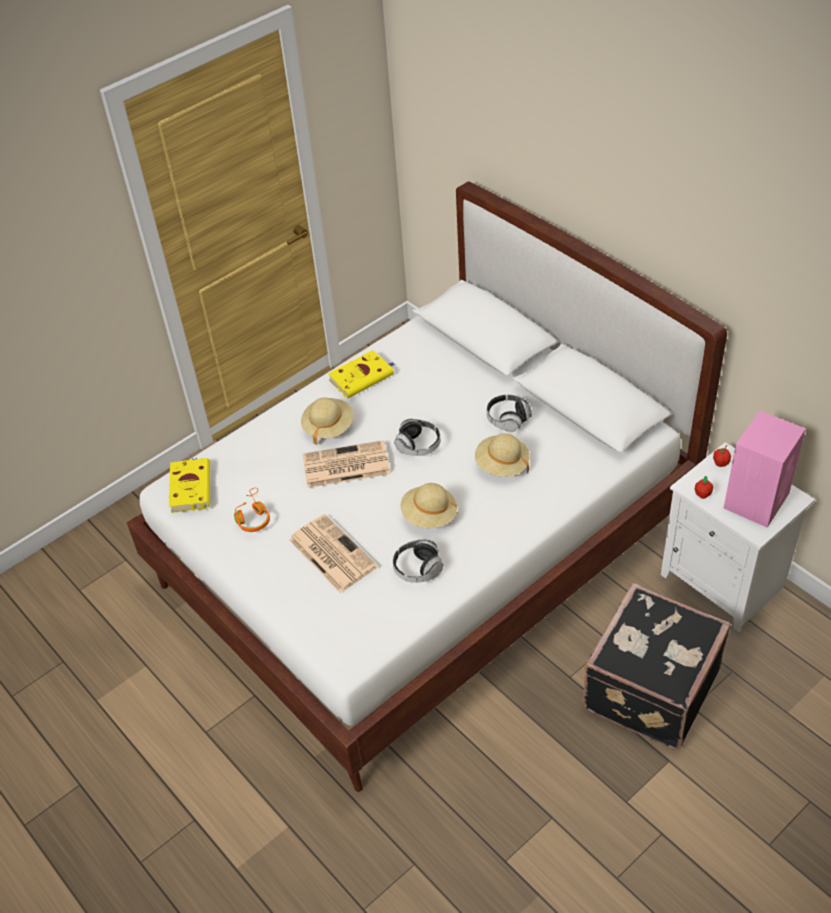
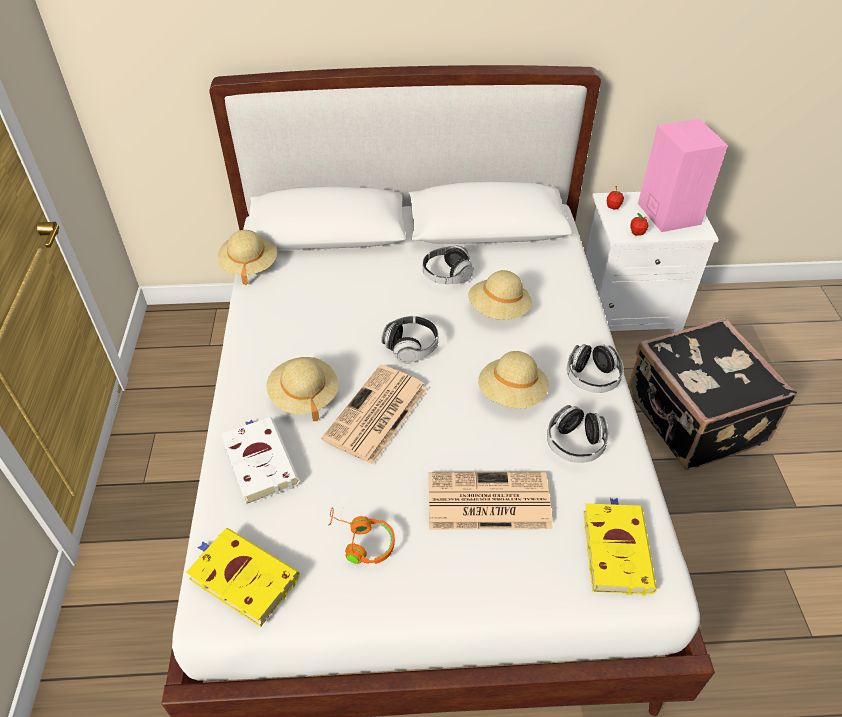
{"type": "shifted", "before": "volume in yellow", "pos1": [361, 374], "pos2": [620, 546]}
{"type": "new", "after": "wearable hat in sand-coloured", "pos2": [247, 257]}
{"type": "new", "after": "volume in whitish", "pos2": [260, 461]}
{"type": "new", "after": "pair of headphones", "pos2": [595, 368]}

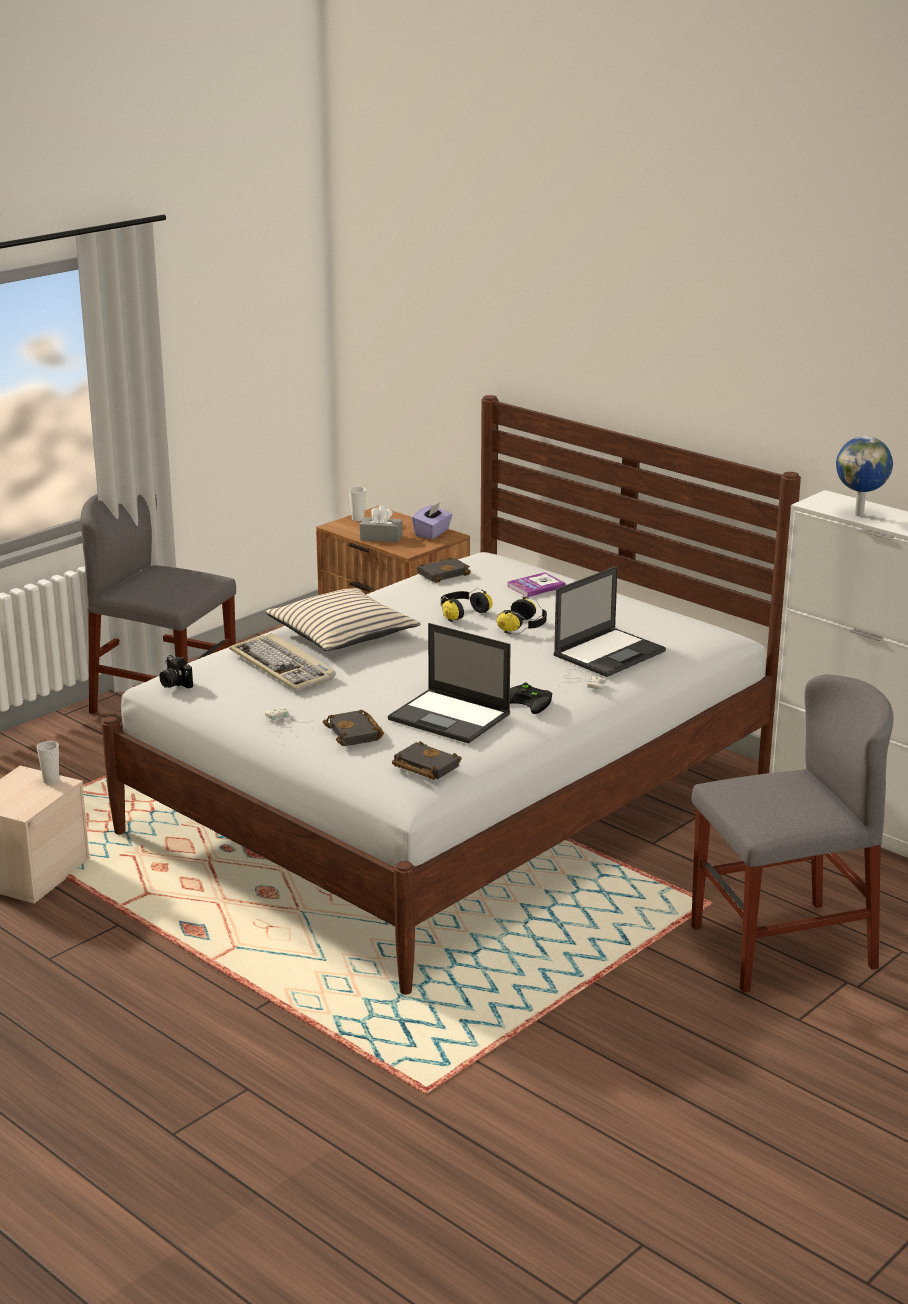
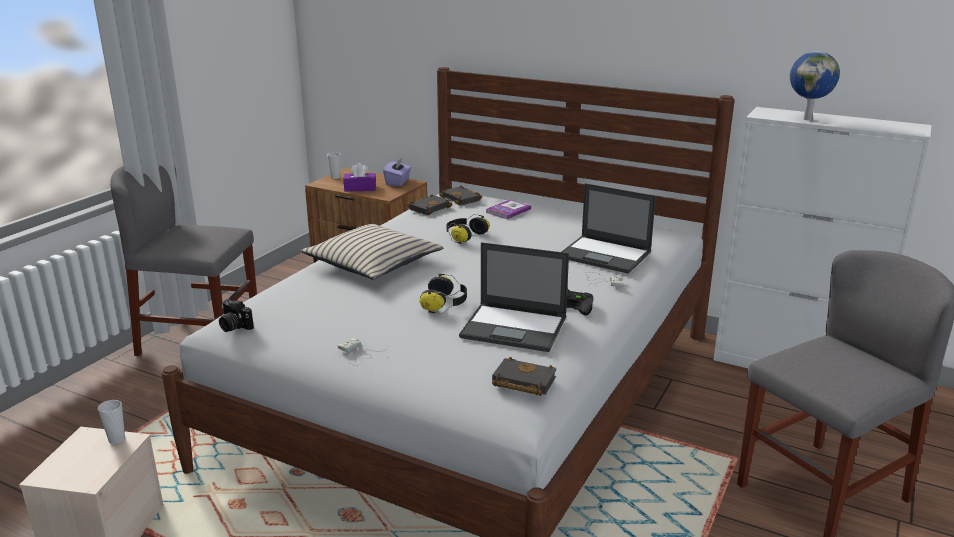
{"type": "gone", "before": "keyboard", "pos1": [282, 662]}
{"type": "shifted", "before": "volume in black-coloured", "pos1": [353, 728], "pos2": [460, 196]}
{"type": "repainted", "before": "tissue holder in gray", "after": "tissue holder in purple-coloured", "pos1": [381, 524], "pos2": [360, 177]}
{"type": "shifted", "before": "pair of headphones", "pos1": [522, 615], "pos2": [443, 293]}
{"type": "rotated", "before": "portable computer", "pos1": [610, 621], "pos2": [609, 228], "turn": 90}

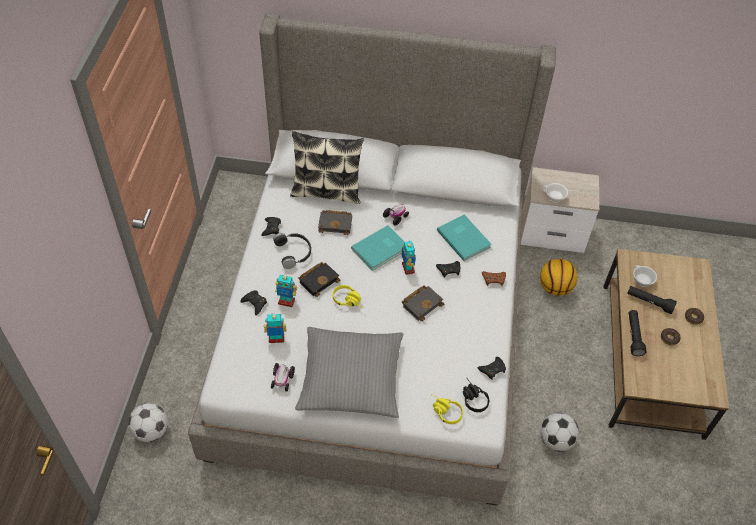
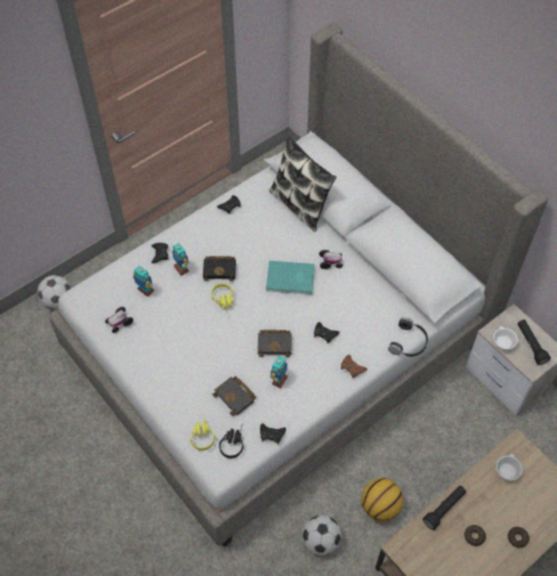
{"type": "shifted", "before": "pair of headphones in black-coloured", "pos1": [292, 251], "pos2": [408, 337]}
{"type": "gone", "before": "throw pillow in gray", "pos1": [349, 372]}
{"type": "shifted", "before": "volume in black-coloured", "pos1": [335, 222], "pos2": [234, 396]}
{"type": "shifted", "before": "robot figure", "pos1": [409, 258], "pos2": [279, 372]}
{"type": "gone", "before": "volume in turquoise-coloured", "pos1": [464, 237]}
{"type": "shifted", "before": "ball for basketball", "pos1": [558, 277], "pos2": [382, 500]}
{"type": "shifted", "before": "torch in black-coloured", "pos1": [652, 300], "pos2": [534, 342]}

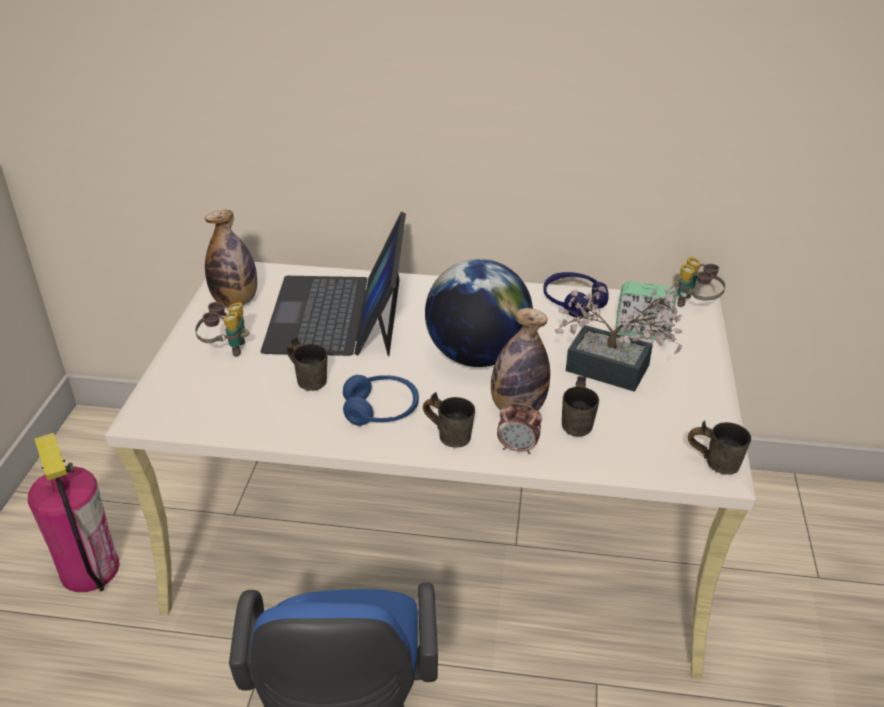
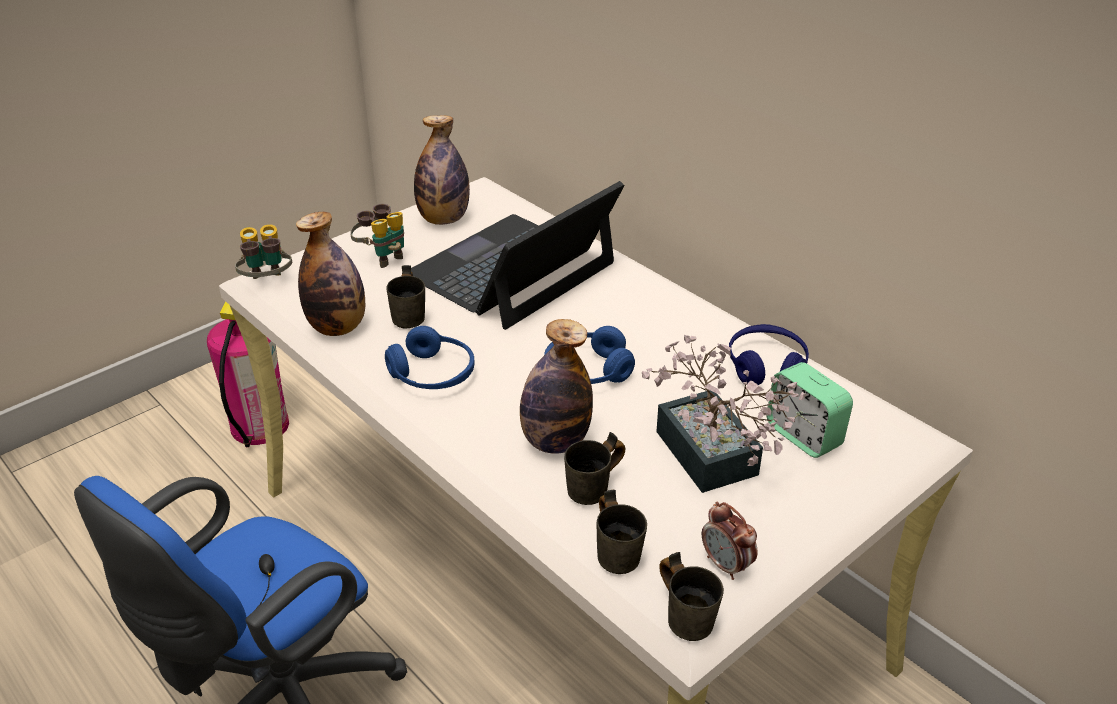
{"type": "shifted", "before": "tea mug in gray", "pos1": [449, 420], "pos2": [622, 532]}
{"type": "swapped", "before": "globe", "after": "pair of headphones in bluish", "pos1": [479, 313], "pos2": [589, 355]}
{"type": "shifted", "before": "bedside clock", "pos1": [519, 428], "pos2": [730, 541]}
{"type": "shifted", "before": "binoculars", "pos1": [700, 282], "pos2": [263, 251]}
{"type": "new", "after": "drink bottle", "pos2": [330, 274]}

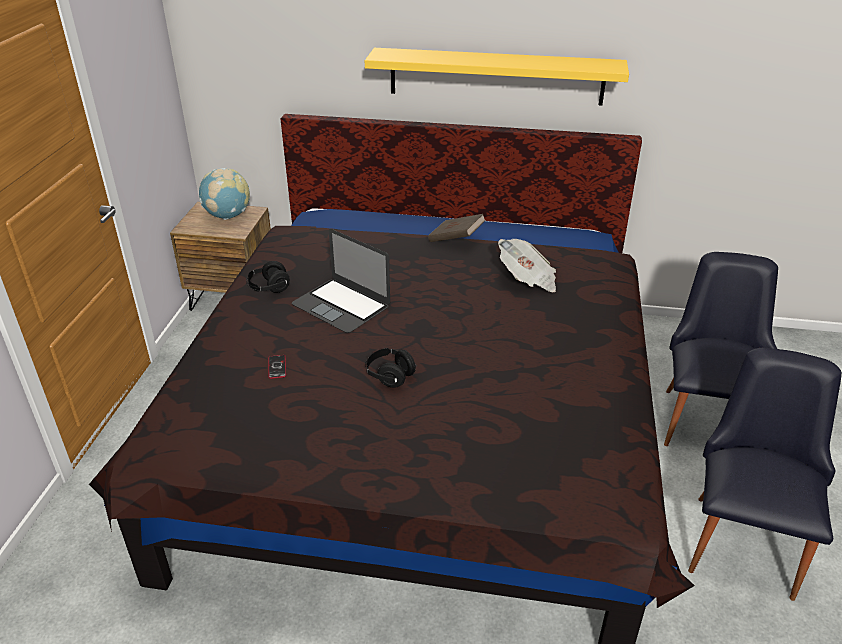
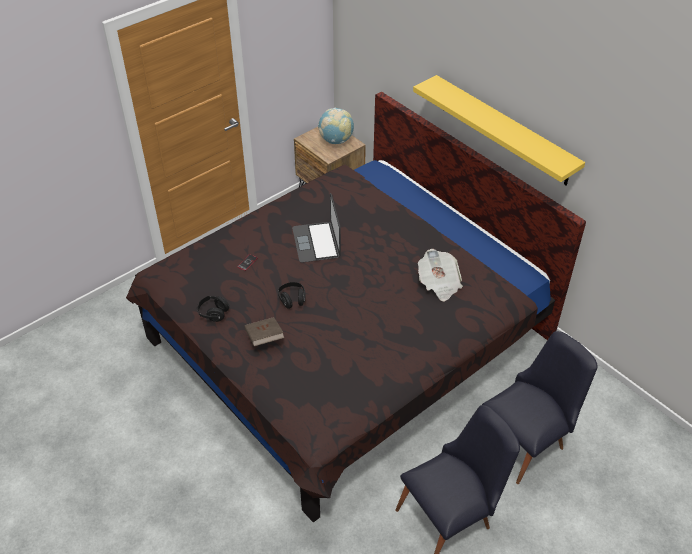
{"type": "shifted", "before": "pair of headphones in black-coloured", "pos1": [268, 277], "pos2": [213, 309]}
{"type": "shifted", "before": "volume in brown-coloured", "pos1": [457, 228], "pos2": [264, 331]}

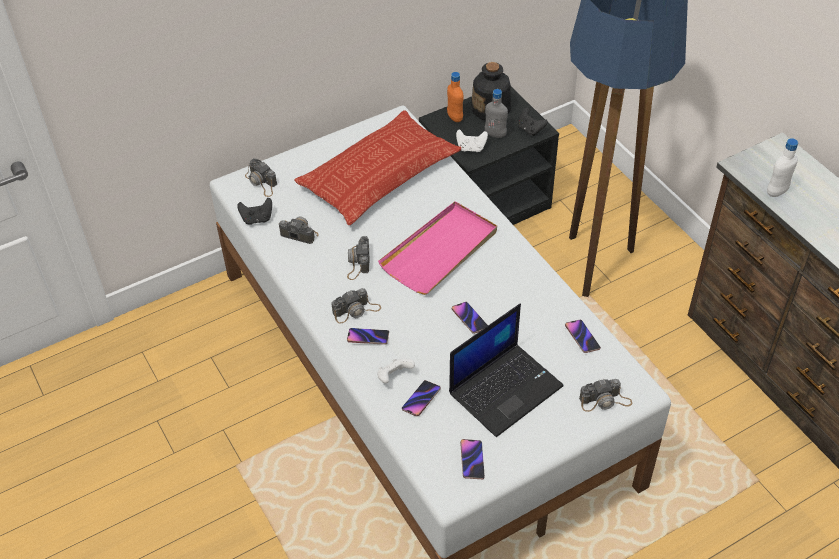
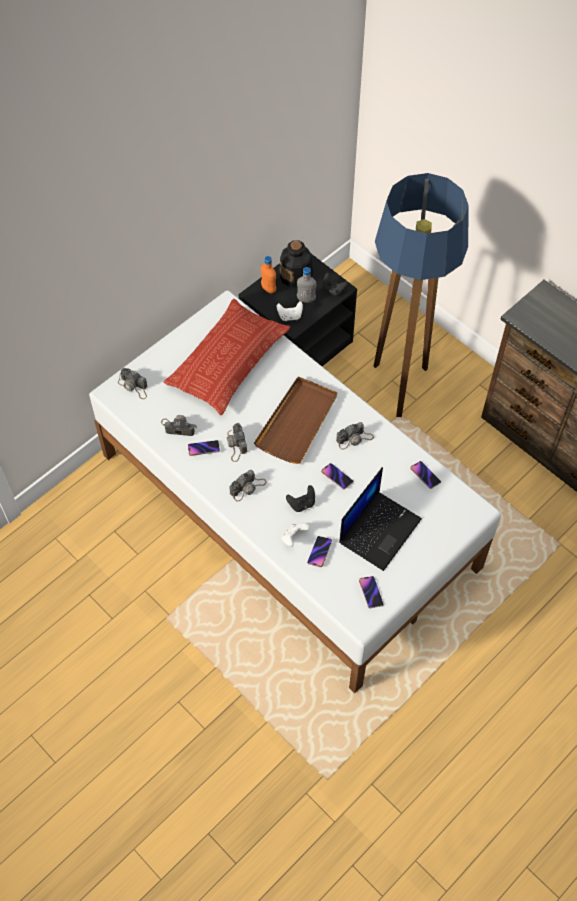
{"type": "shifted", "before": "joypad in black-coloured", "pos1": [254, 211], "pos2": [300, 498]}
{"type": "shifted", "before": "phone", "pos1": [368, 336], "pos2": [204, 448]}
{"type": "repainted", "before": "serving tray in pinkish", "after": "serving tray in brown-coloured", "pos1": [437, 248], "pos2": [295, 420]}
{"type": "shifted", "before": "photo camera", "pos1": [605, 395], "pos2": [355, 436]}
{"type": "gone", "before": "drink bottle in whitish", "pos1": [782, 167]}

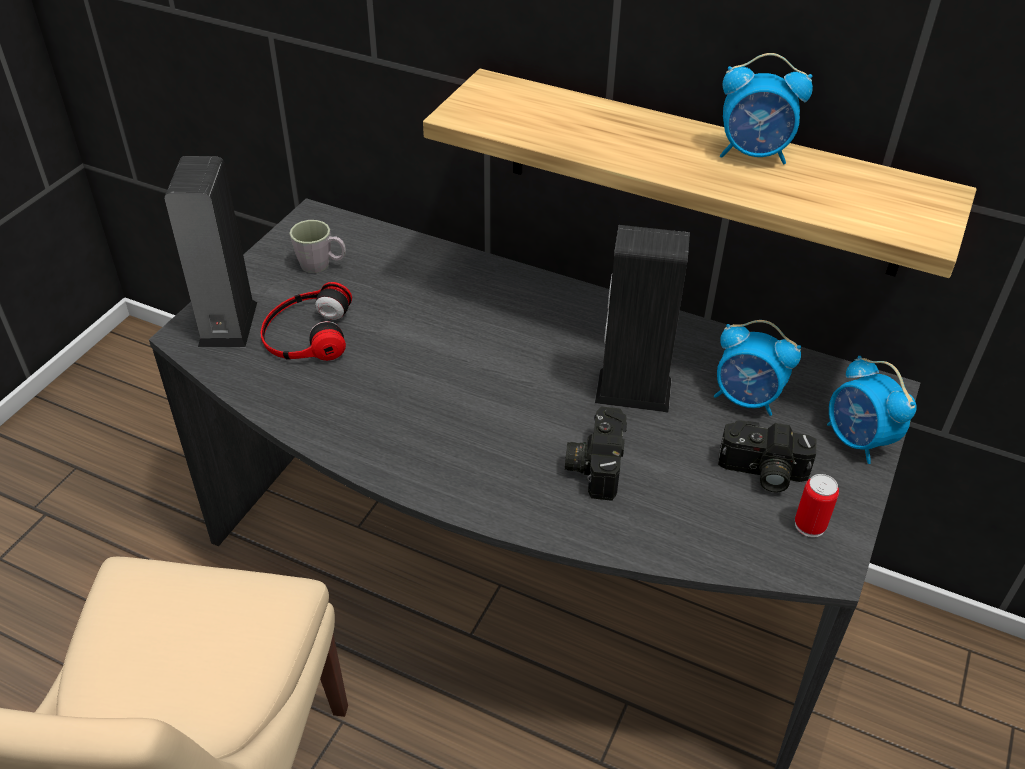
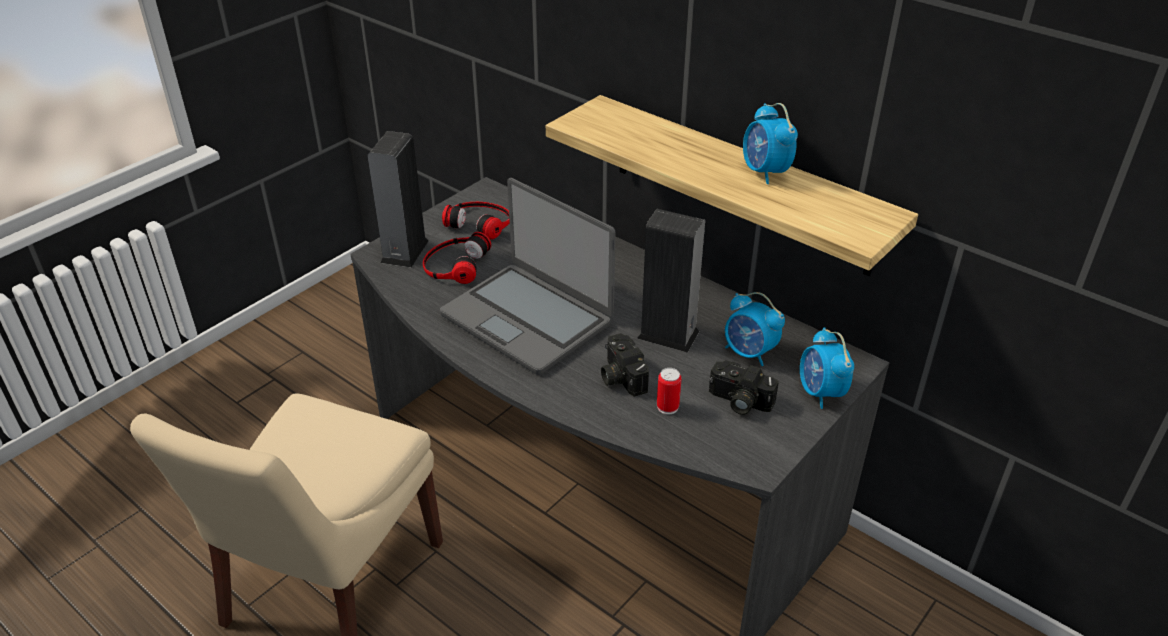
{"type": "swapped", "before": "tea mug in gray", "after": "pair of headphones", "pos1": [317, 246], "pos2": [476, 221]}
{"type": "rotated", "before": "photo camera", "pos1": [596, 454], "pos2": [625, 365], "turn": -45}
{"type": "rotated", "before": "bedside clock", "pos1": [766, 108], "pos2": [770, 143], "turn": 45}
{"type": "shifted", "before": "sealed can", "pos1": [817, 505], "pos2": [669, 391]}
{"type": "new", "after": "portable computer", "pos2": [528, 276]}

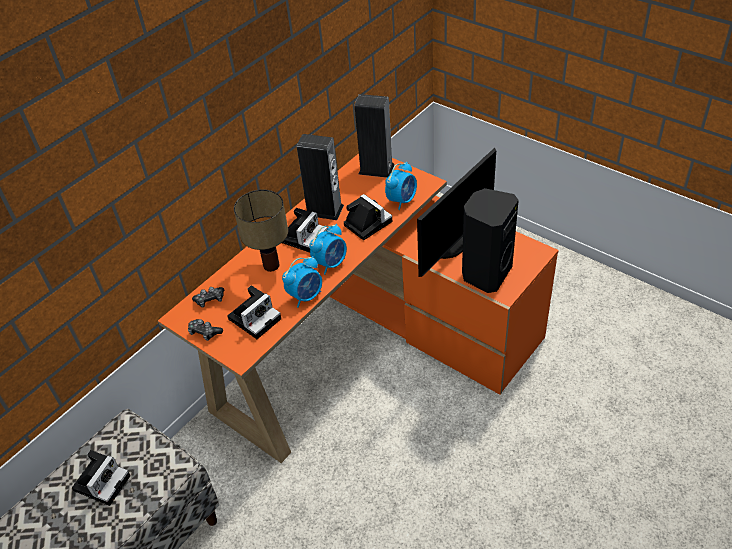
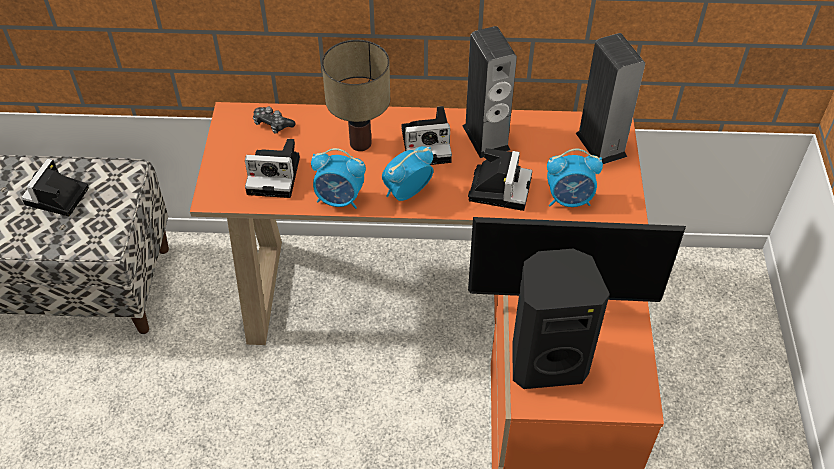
{"type": "rotated", "before": "photo camera", "pos1": [101, 478], "pos2": [55, 187], "turn": 120}
{"type": "gone", "before": "joypad", "pos1": [205, 330]}
{"type": "rotated", "before": "bedside clock", "pos1": [328, 249], "pos2": [408, 173], "turn": 135}

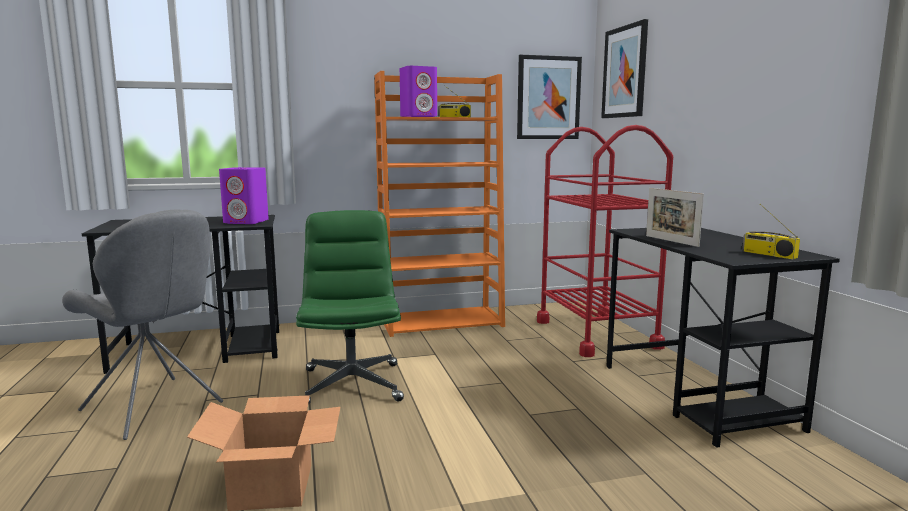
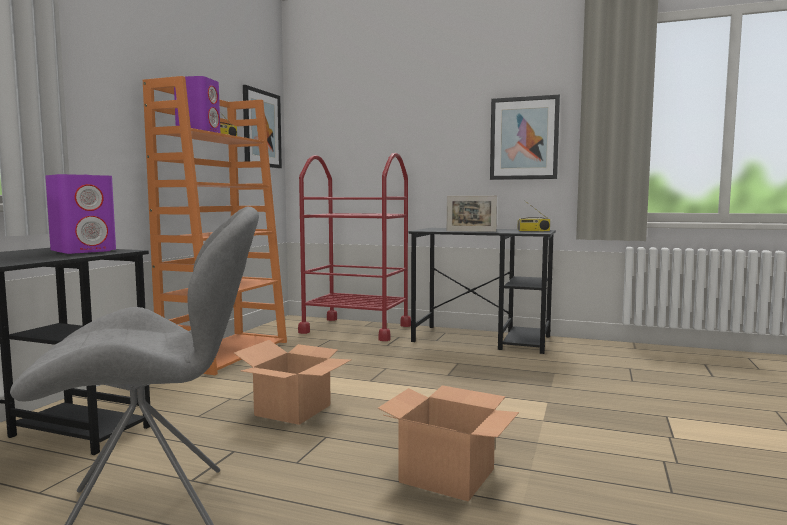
{"type": "swapped", "before": "office chair in green-coloured", "after": "packing box", "pos1": [350, 307], "pos2": [292, 382]}
{"type": "shifted", "before": "wall art", "pos1": [624, 68], "pos2": [525, 137]}

